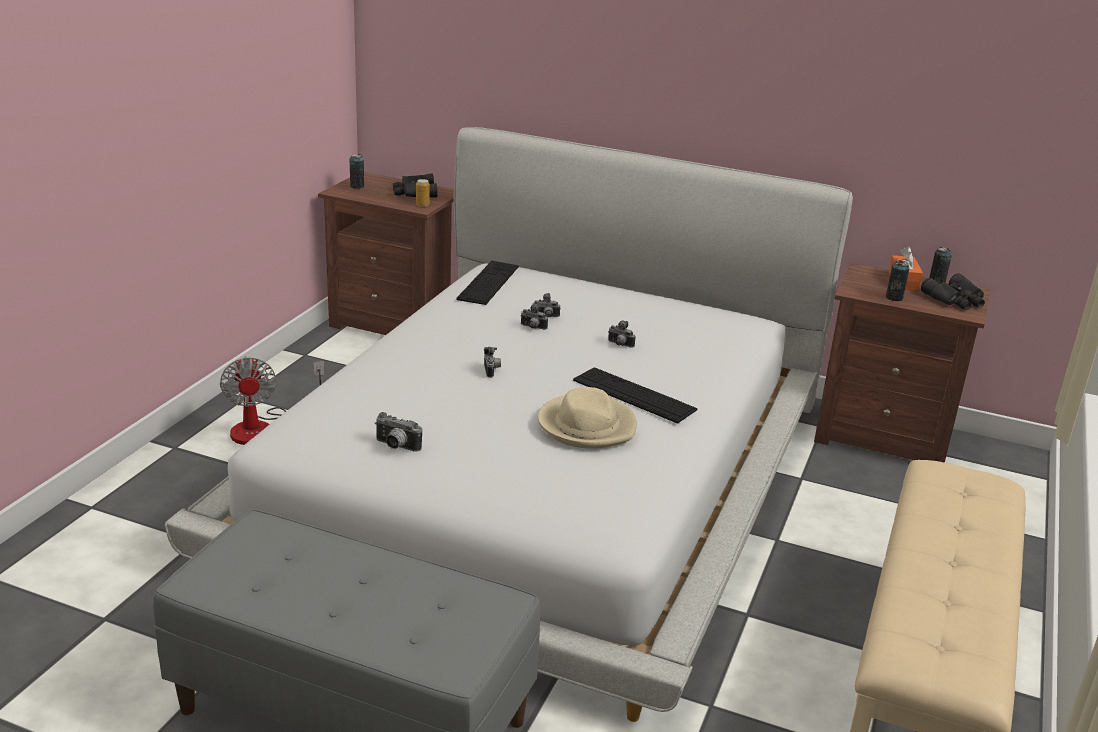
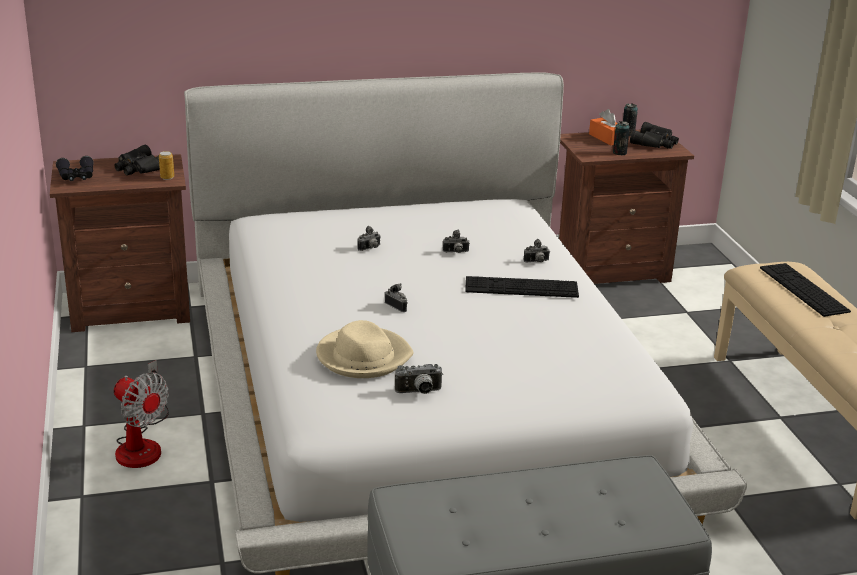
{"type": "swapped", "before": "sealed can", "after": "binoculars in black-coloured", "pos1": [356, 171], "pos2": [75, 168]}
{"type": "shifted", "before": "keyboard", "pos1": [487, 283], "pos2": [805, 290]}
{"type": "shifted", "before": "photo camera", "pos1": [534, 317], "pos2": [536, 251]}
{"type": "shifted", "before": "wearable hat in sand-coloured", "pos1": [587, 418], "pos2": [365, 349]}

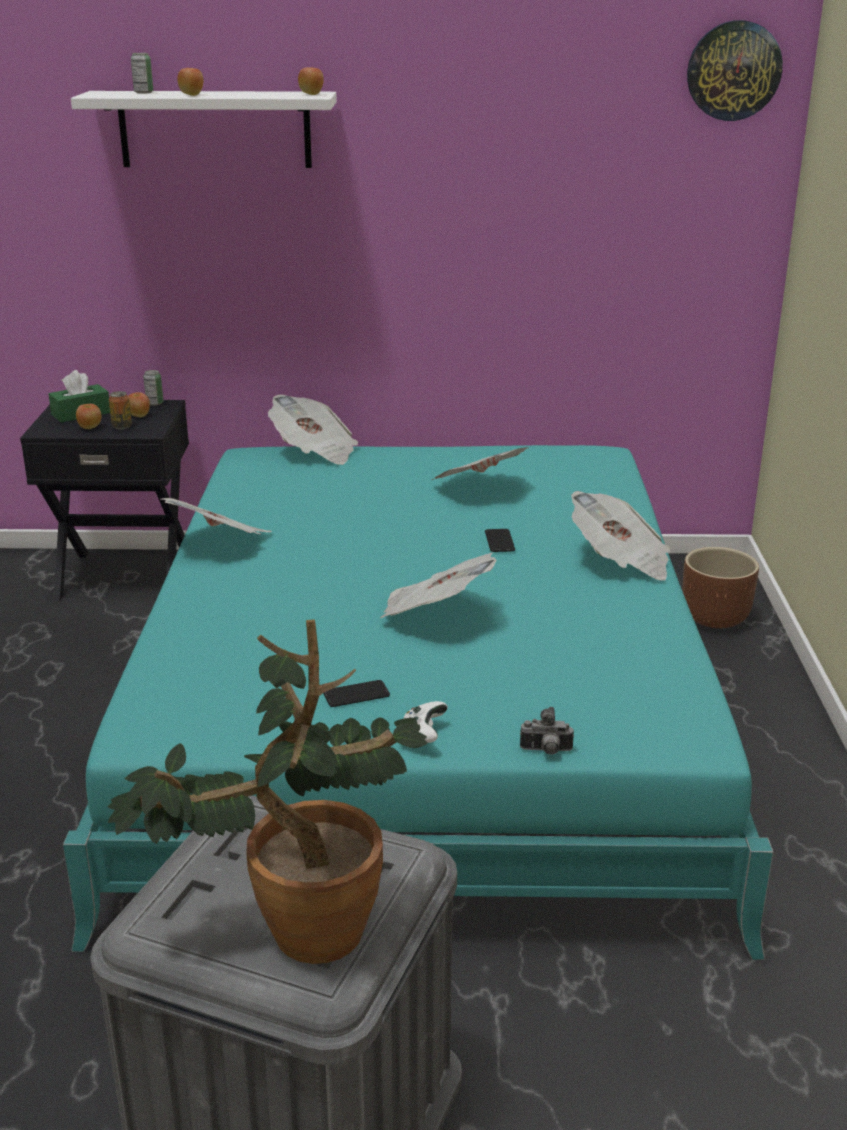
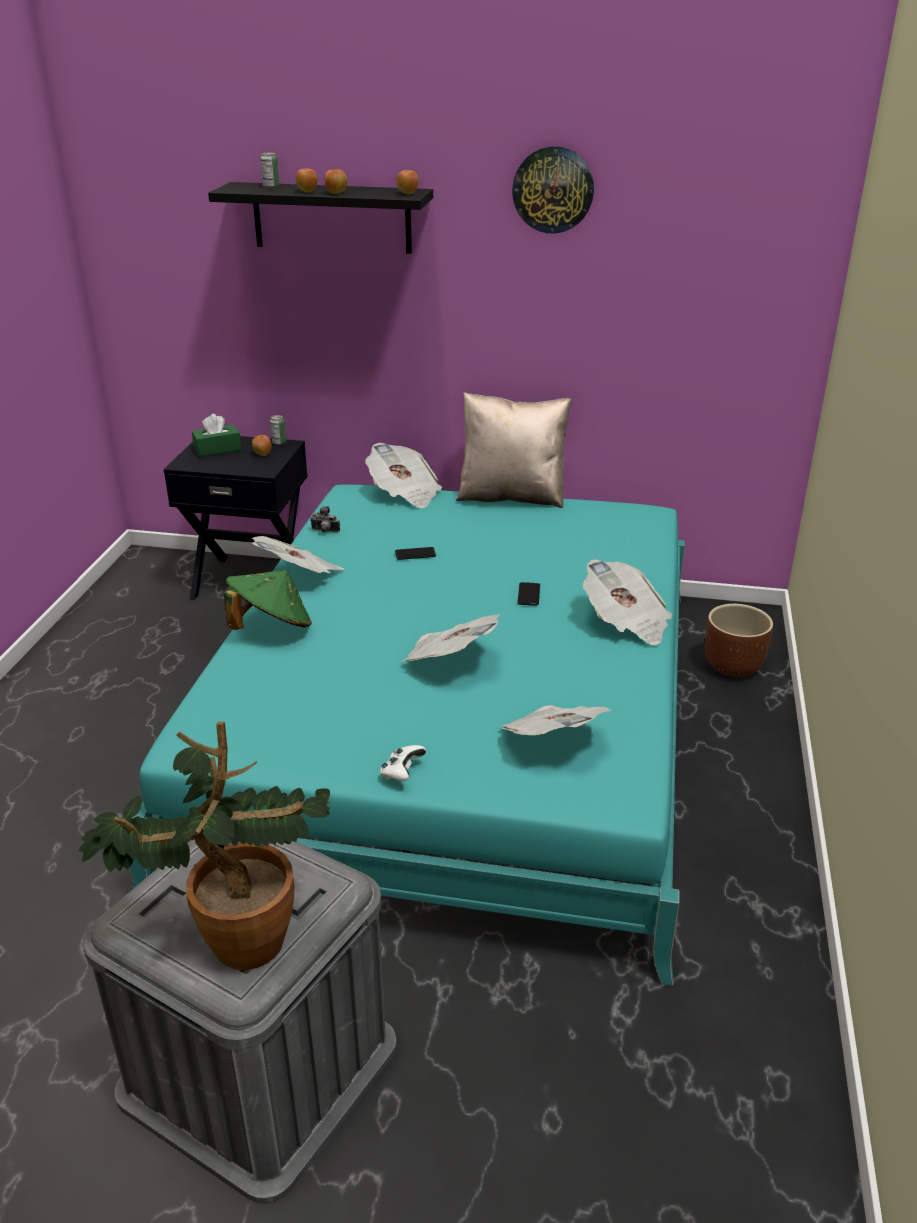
{"type": "repainted", "before": "bracket shelf in whitish", "after": "bracket shelf in black-coloured", "pos1": [204, 129], "pos2": [320, 218]}
{"type": "shifted", "before": "apple", "pos1": [88, 416], "pos2": [335, 182]}
{"type": "gone", "before": "sealed can", "pos1": [120, 410]}
{"type": "shifted", "before": "phone", "pos1": [356, 693], "pos2": [415, 553]}
{"type": "shifted", "before": "daily paper", "pos1": [479, 463], "pos2": [556, 720]}
{"type": "shifted", "before": "photo camera", "pos1": [547, 731], "pos2": [325, 519]}
{"type": "shifted", "before": "wall clock", "pos1": [735, 70], "pos2": [553, 190]}
{"type": "new", "after": "wearable hat in green-coloured", "pos2": [268, 600]}
{"type": "new", "after": "throw pillow in sand-coloured", "pos2": [514, 450]}

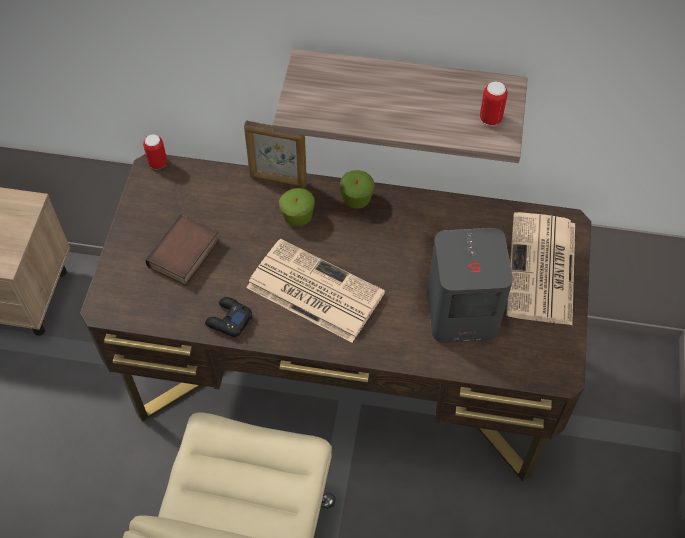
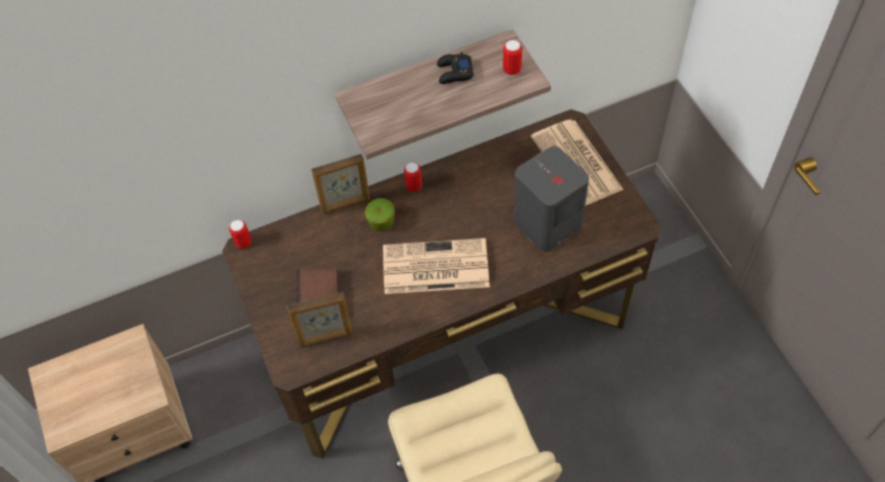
{"type": "shifted", "before": "joypad in black-coloured", "pos1": [229, 317], "pos2": [455, 68]}
{"type": "swapped", "before": "apple", "after": "sealed can", "pos1": [357, 189], "pos2": [413, 177]}
{"type": "new", "after": "picture frame", "pos2": [320, 319]}

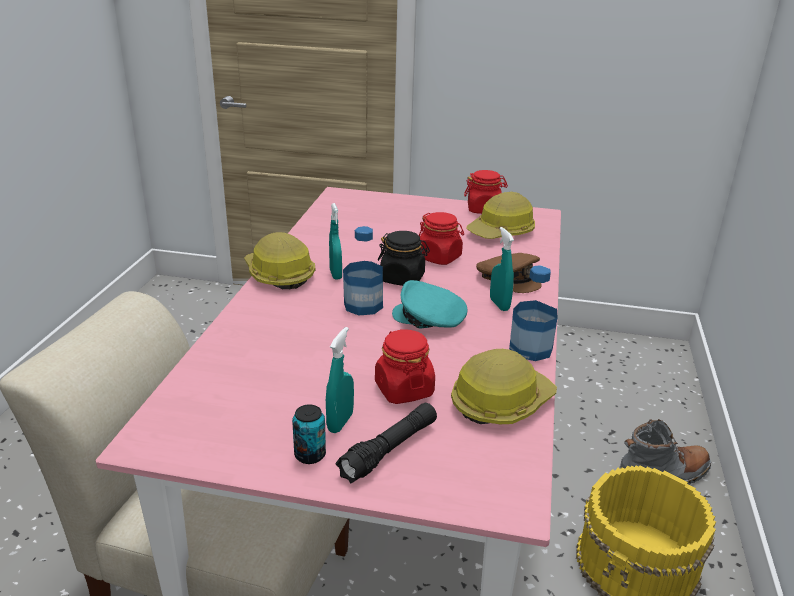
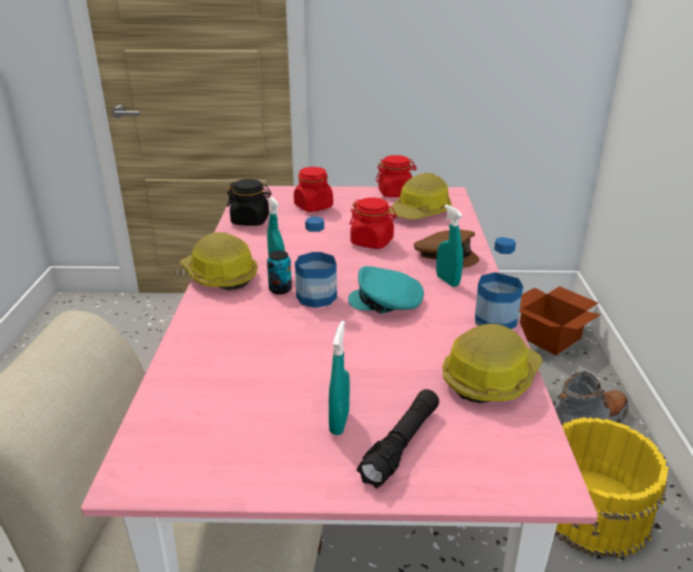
{"type": "shifted", "before": "sealed can", "pos1": [309, 434], "pos2": [279, 272]}
{"type": "shifted", "before": "preserve jar in reddish", "pos1": [405, 366], "pos2": [313, 189]}
{"type": "shifted", "before": "preserve jar in black-coloured", "pos1": [404, 258], "pos2": [249, 202]}
{"type": "new", "after": "packing box", "pos2": [560, 320]}

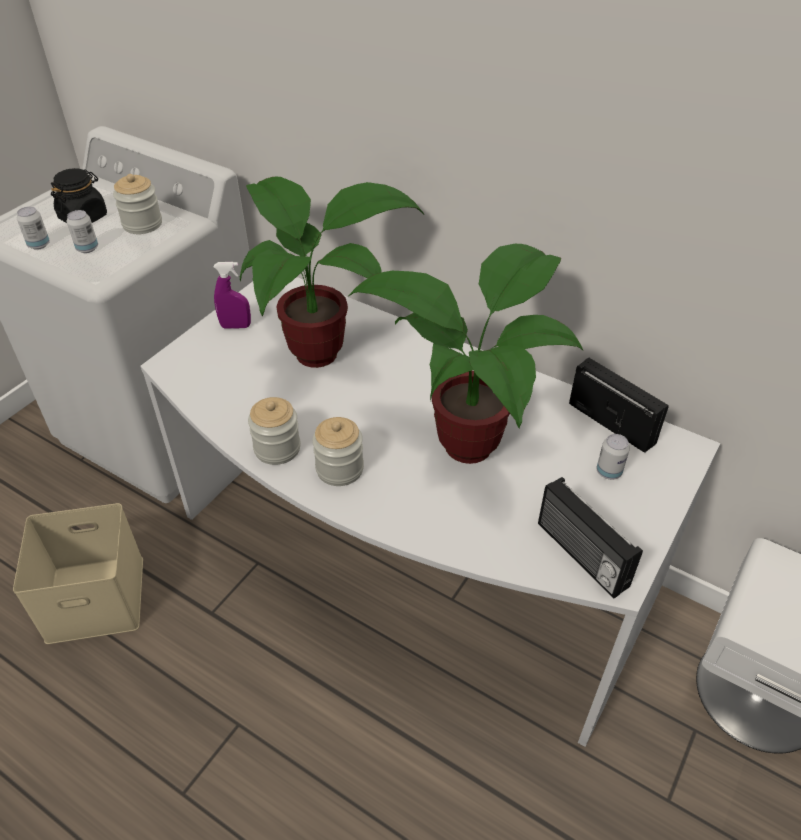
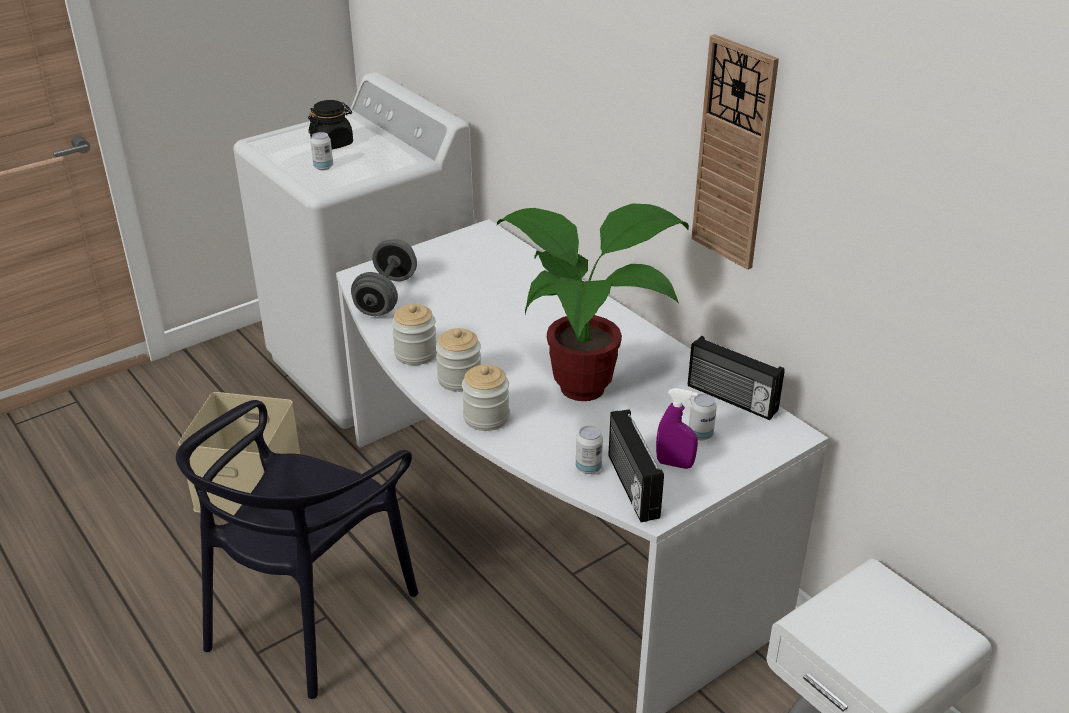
{"type": "shifted", "before": "sealed can", "pos1": [33, 228], "pos2": [589, 450]}
{"type": "shifted", "before": "preserve jar", "pos1": [137, 204], "pos2": [486, 397]}
{"type": "shifted", "before": "sprayer in purple-coloured", "pos1": [232, 295], "pos2": [677, 428]}
{"type": "gone", "before": "houseplant", "pos1": [332, 272]}
{"type": "rotated", "before": "radio", "pos1": [619, 405], "pos2": [736, 378], "turn": 150}
{"type": "new", "after": "upright chair in black-coloured", "pos2": [297, 549]}
{"type": "new", "after": "free weight in gray", "pos2": [384, 277]}
{"type": "new", "after": "wall clock", "pos2": [735, 152]}

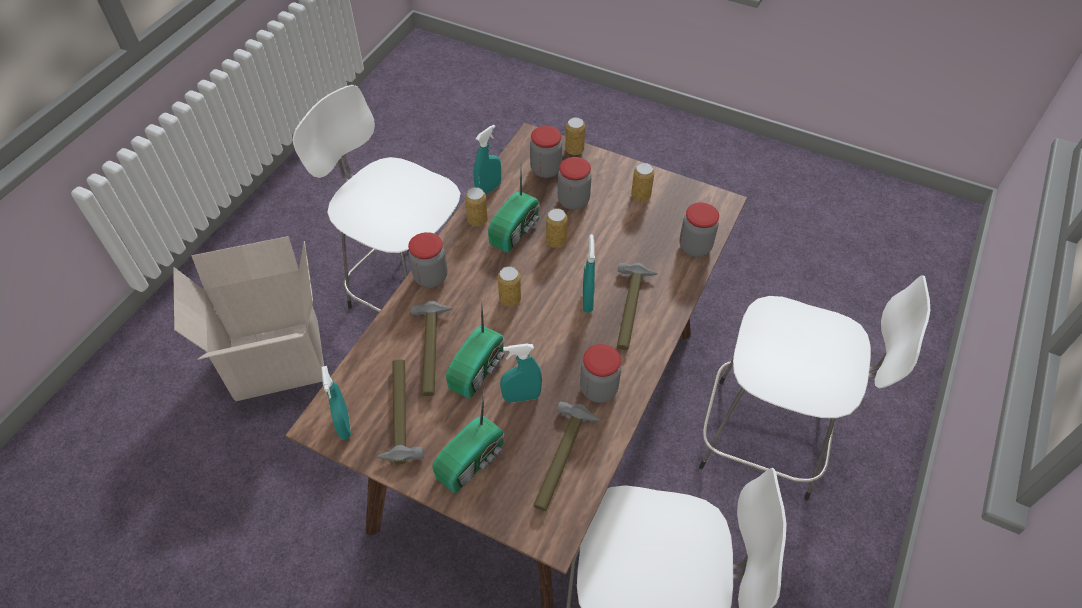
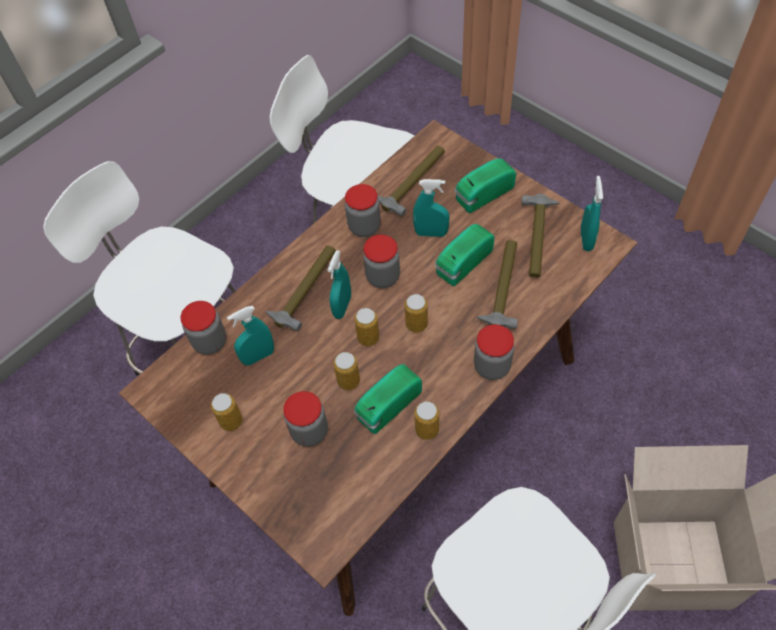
{"type": "shifted", "before": "sprayer in turquoise-coloured", "pos1": [487, 160], "pos2": [250, 335]}
{"type": "shifted", "before": "preserve jar", "pos1": [546, 152], "pos2": [381, 261]}
{"type": "shifted", "before": "sealed can", "pos1": [575, 136], "pos2": [367, 327]}

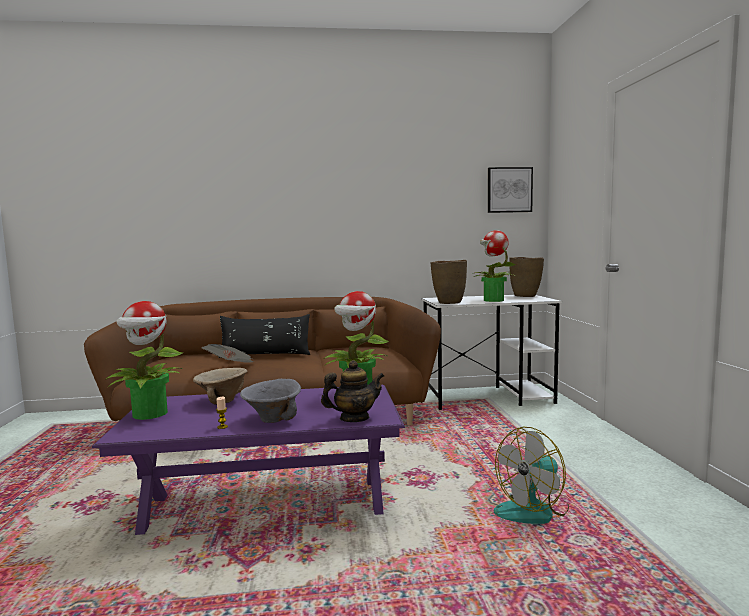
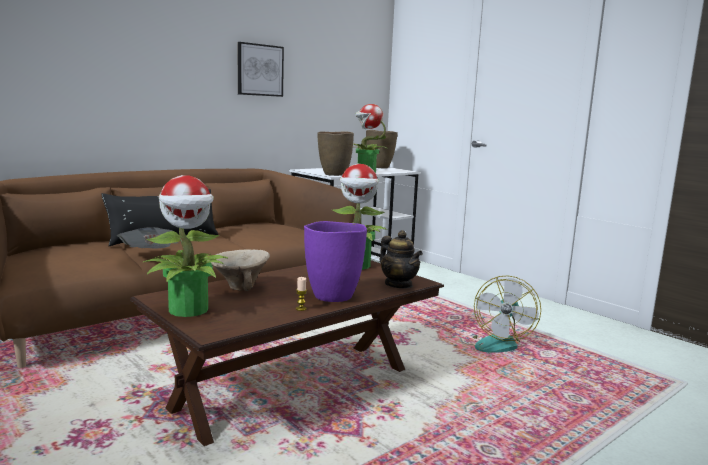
{"type": "repainted", "before": "lounge table in purple-coloured", "after": "lounge table in brown-coloured", "pos1": [248, 460], "pos2": [287, 353]}
{"type": "swapped", "before": "serving bowl in gray", "after": "vase in purple-coloured", "pos1": [270, 401], "pos2": [335, 261]}
{"type": "rotated", "before": "teapot", "pos1": [352, 391], "pos2": [401, 259], "turn": 105}
{"type": "shifted", "before": "wall art", "pos1": [510, 190], "pos2": [261, 69]}

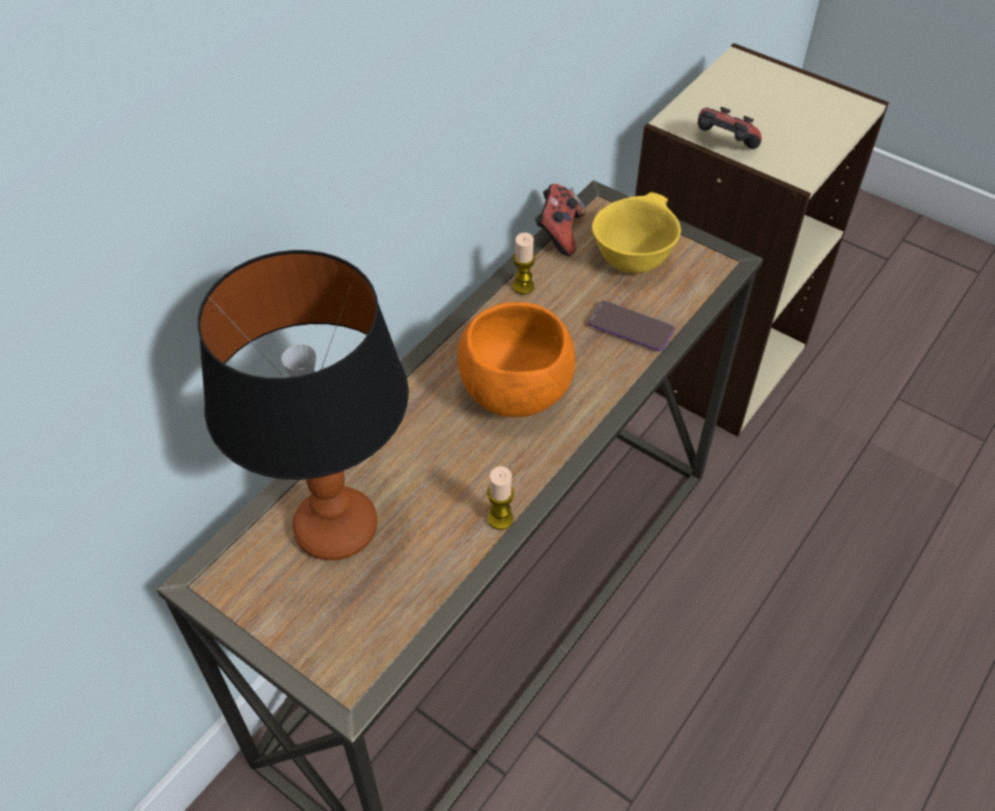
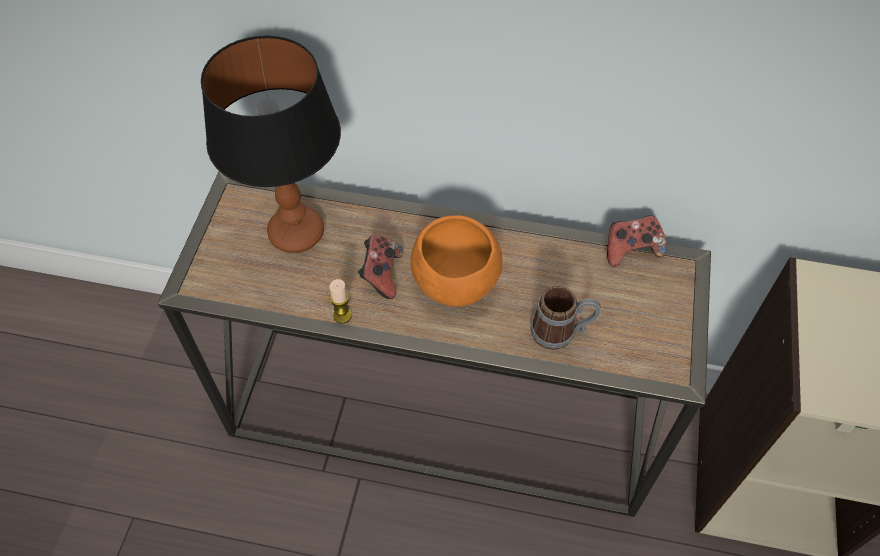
{"type": "gone", "before": "candle", "pos1": [524, 263]}
{"type": "swapped", "before": "phone", "after": "tea mug", "pos1": [631, 326], "pos2": [565, 318]}
{"type": "gone", "before": "serving bowl in yellow", "pos1": [636, 233]}
{"type": "shifted", "before": "joypad", "pos1": [730, 128], "pos2": [380, 267]}

